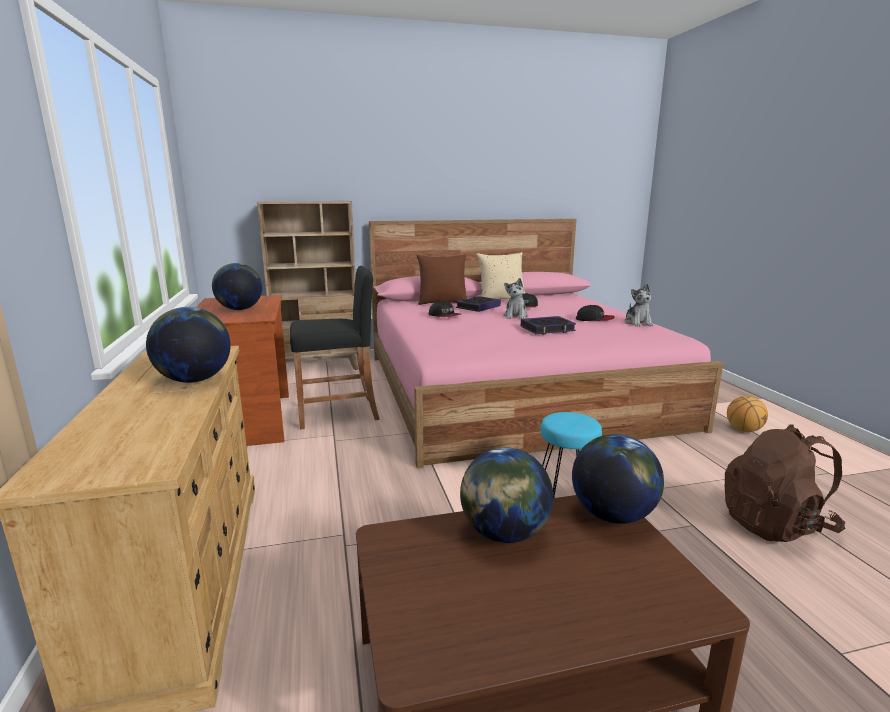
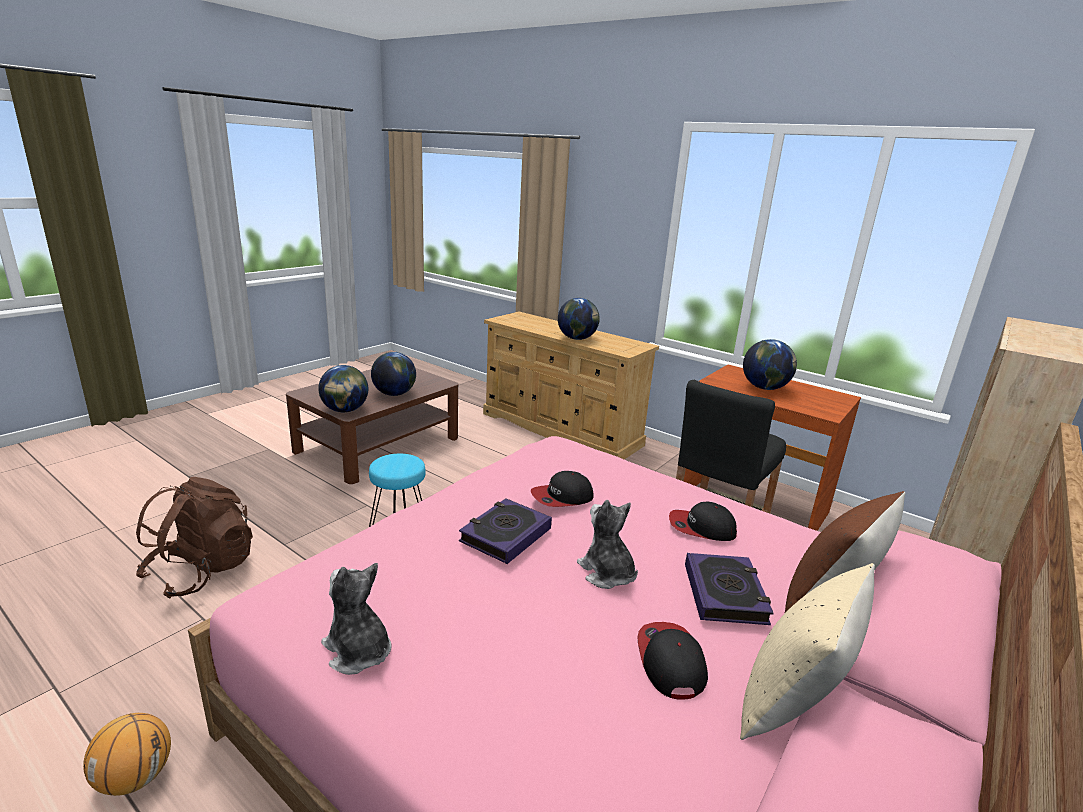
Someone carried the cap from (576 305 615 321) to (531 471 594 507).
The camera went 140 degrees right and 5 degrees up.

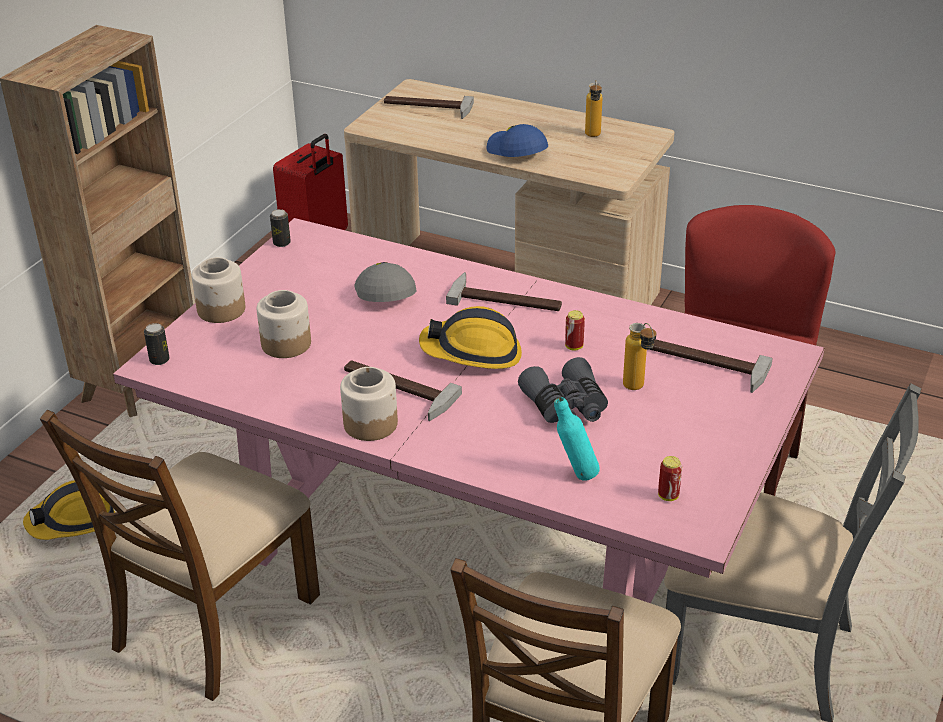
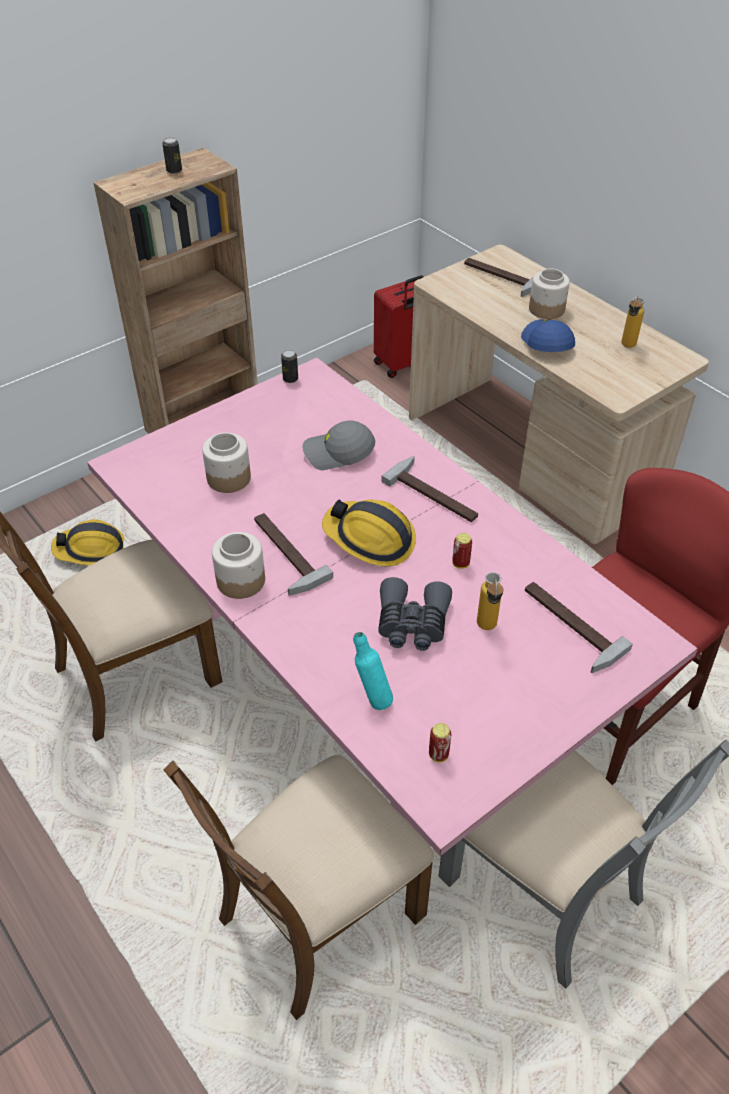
Someone carried the jar from (191 257 245 323) to (529 269 570 319).
Someone rotated the grey_cap at (354 262 416 302) by 105 degrees counterclockwise.
Someone carried the can from (144 323 170 365) to (162 138 182 174).
The camera went 25 degrees right and 10 degrees up.

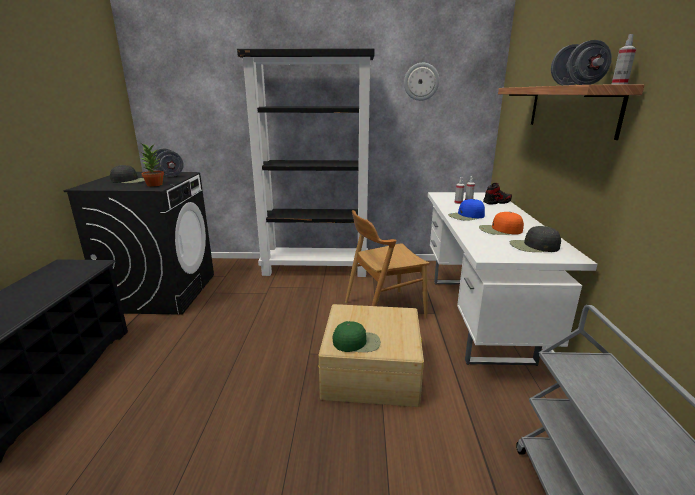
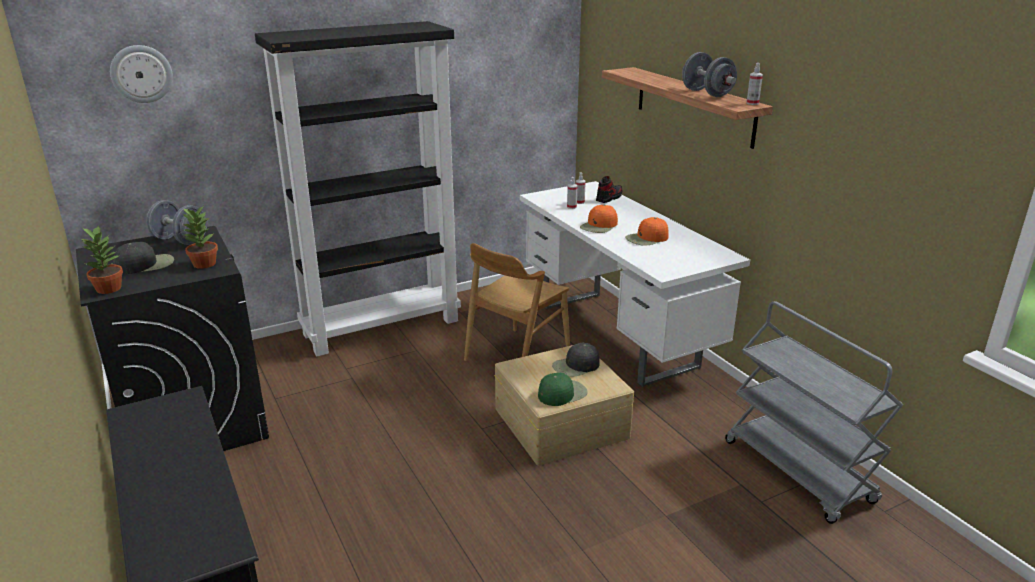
Someone carried the wall_clock from (404 63 439 101) to (110 45 173 103).
Someone repainted the blue_cap at (448 199 485 221), which became the orange_cap at (580 205 618 233).
Someone carried the black_cap from (510 226 561 252) to (552 343 600 377).
Someone put down the potted_plant at (80 226 123 294).
The camera went 30 degrees left and 5 degrees up.

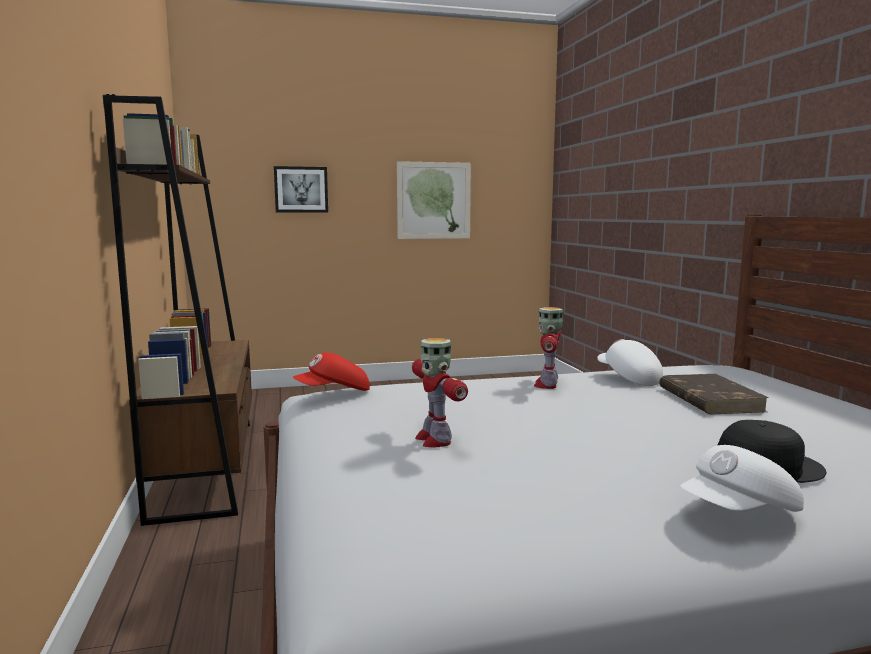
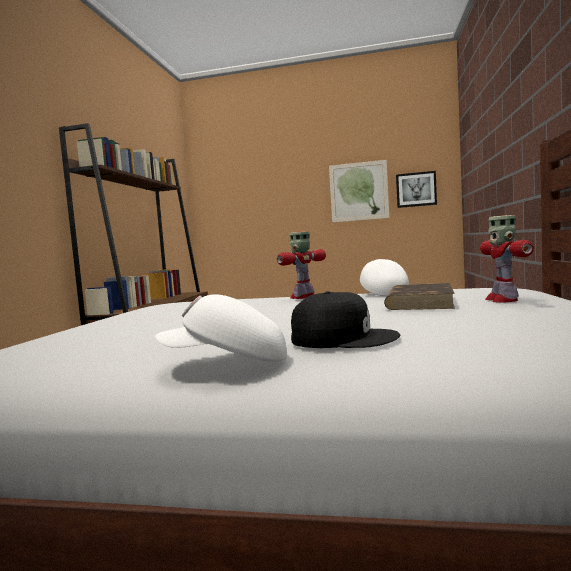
Someone carried the picture from (274 166 328 213) to (396 171 437 208).
Someone carried the toy_robot from (412 338 468 447) to (480 215 534 302).
Someone took away the red_cap at (293 353 370 391).
The camera went 25 degrees right and 5 degrees down.

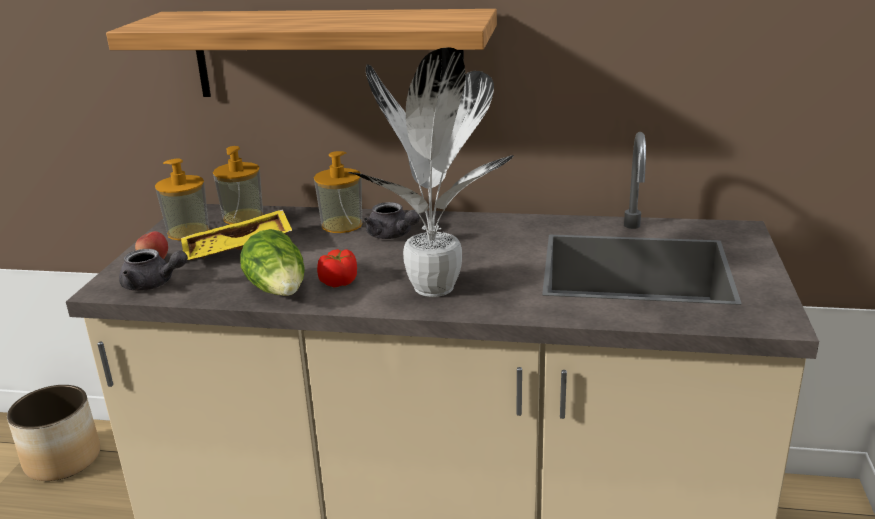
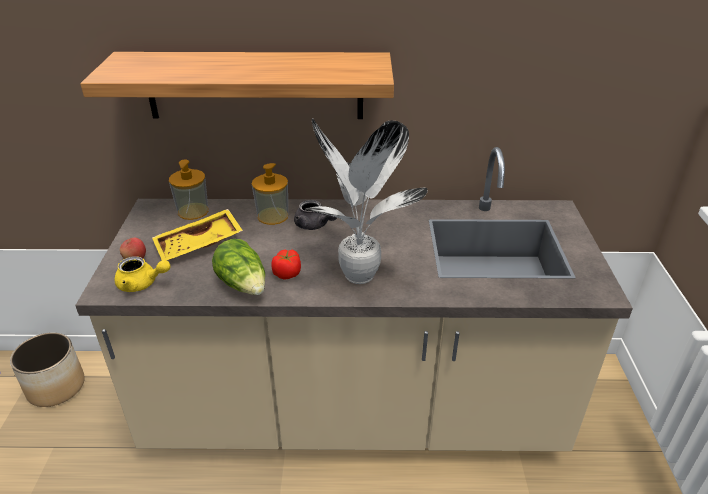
Someone took away the soap_dispenser at (155 159 209 240).
Someone repainted the grey_teapot at (119 249 188 291), which became the yellow_teapot at (115 256 170 292).
The camera went 10 degrees left and 10 degrees up.

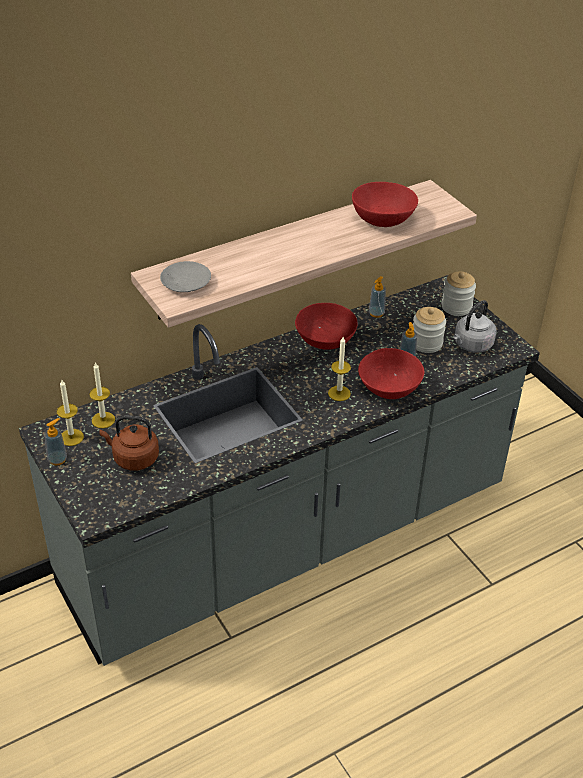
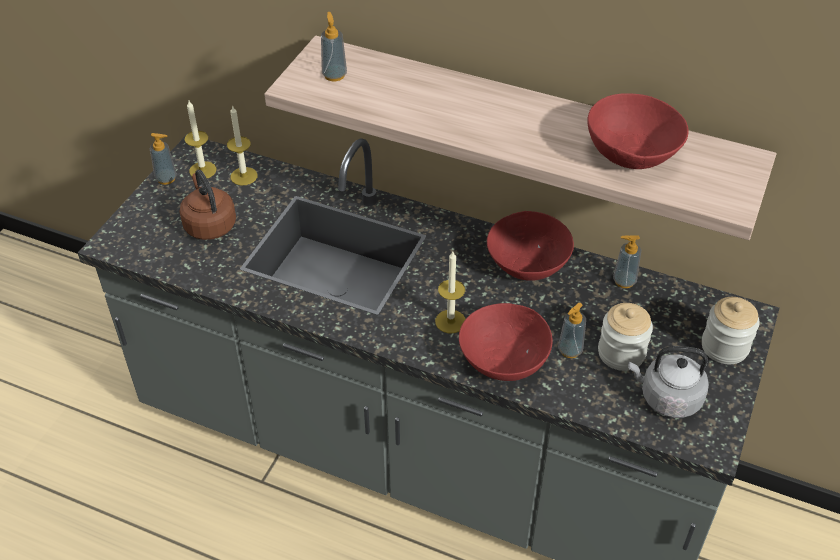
Someone swapped the grey_plate at (160 261 211 292) for the soap_dispenser at (321 12 347 81).
The camera went 55 degrees right and 5 degrees up.

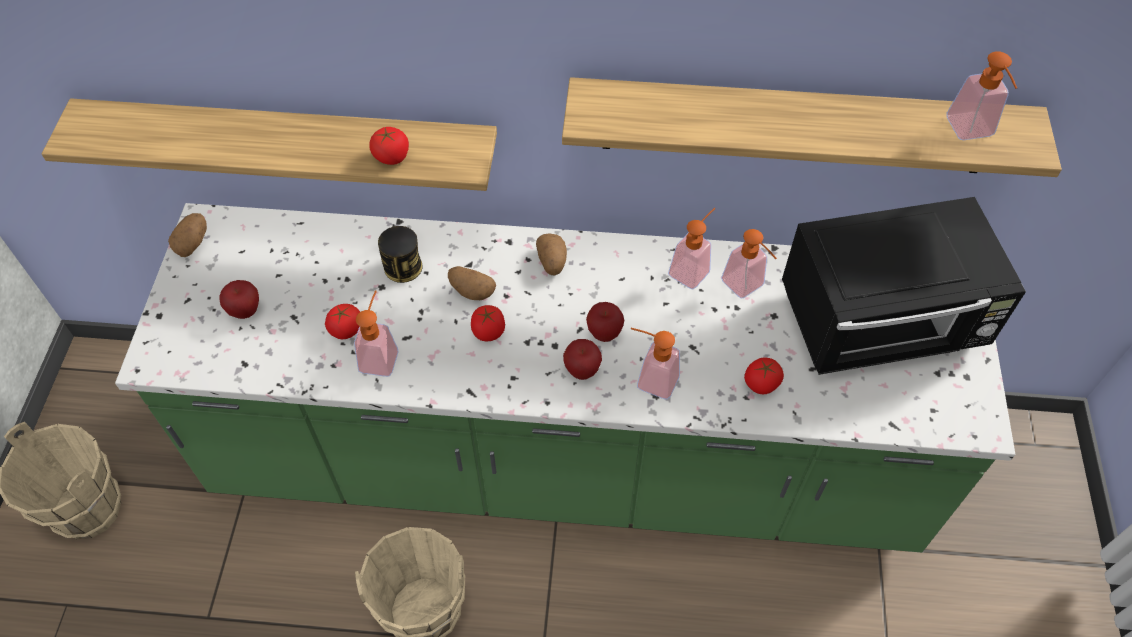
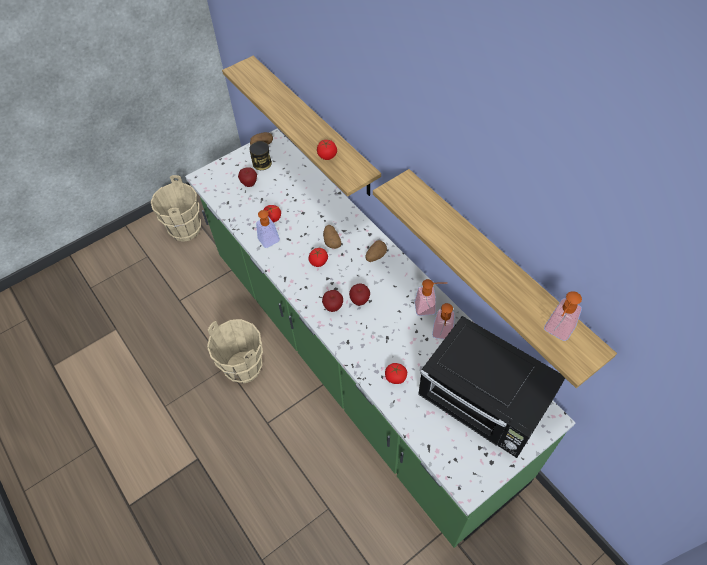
Someone carried the can from (378 226 422 283) to (250 141 272 170).
Someone took away the soap_dispenser at (631 328 680 399).
The camera went 50 degrees right and 0 degrees up.

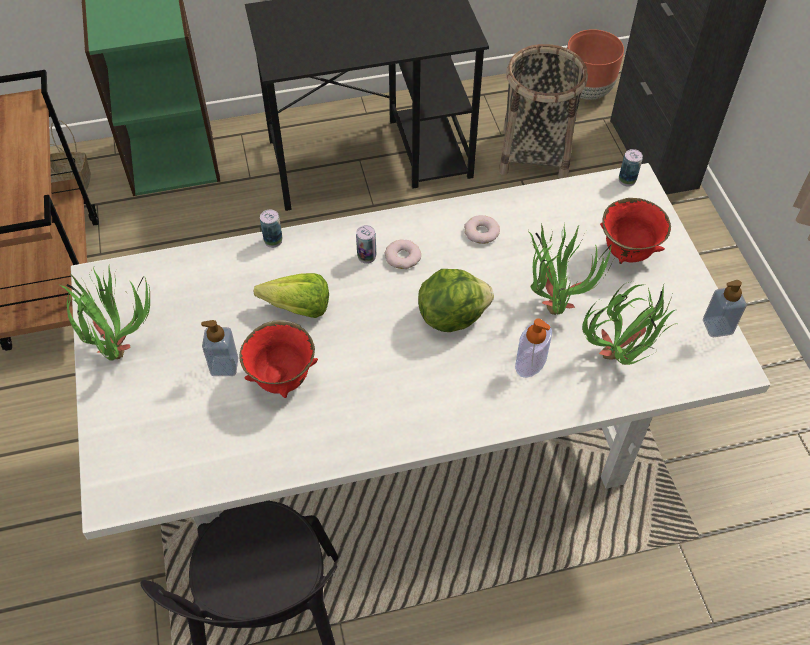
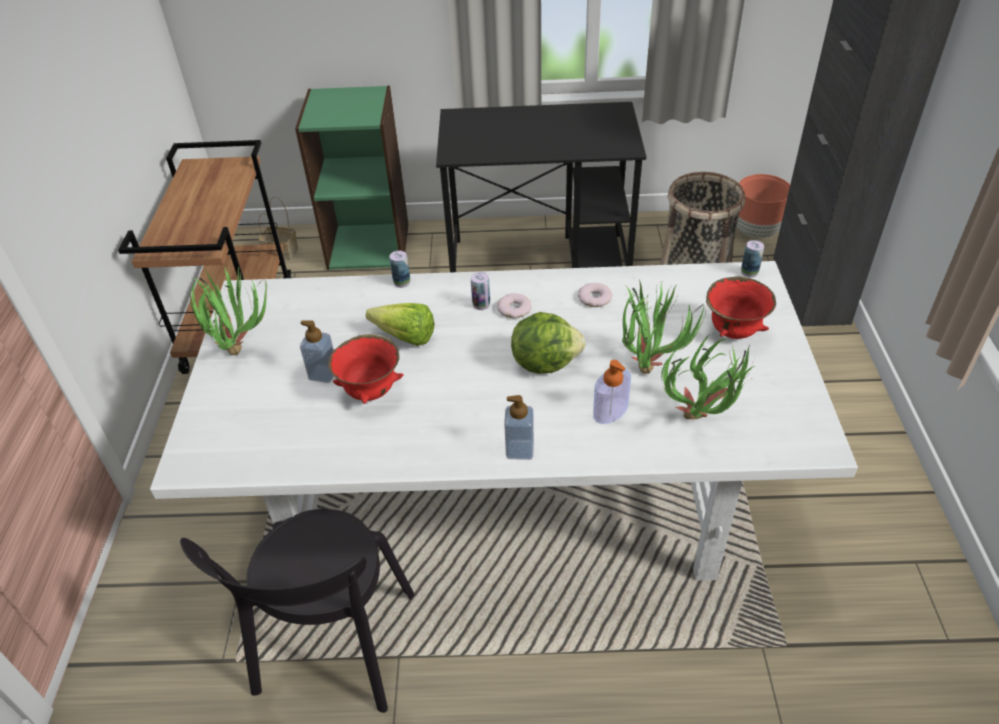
Someone carried the soap_dispenser from (703 280 747 337) to (504 395 534 460).
The camera went 15 degrees right and 10 degrees down.

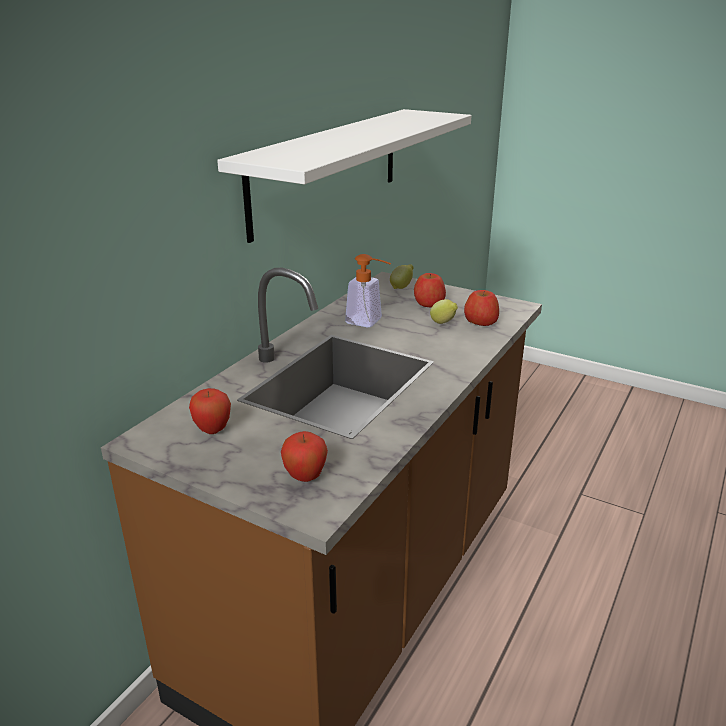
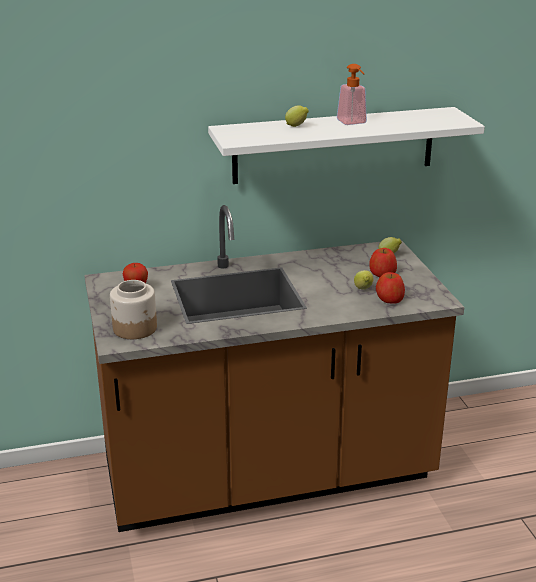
Someone carried the soap_dispenser from (345 254 391 327) to (337 64 367 125).
Someone swapped the apple at (281 431 328 482) for the jar at (110 280 157 339).
Someone put down the lemon at (285 105 309 127).
The camera went 45 degrees right and 0 degrees up.

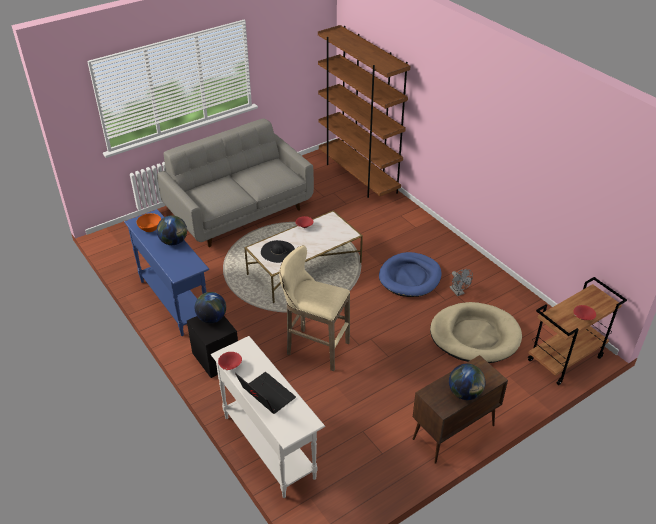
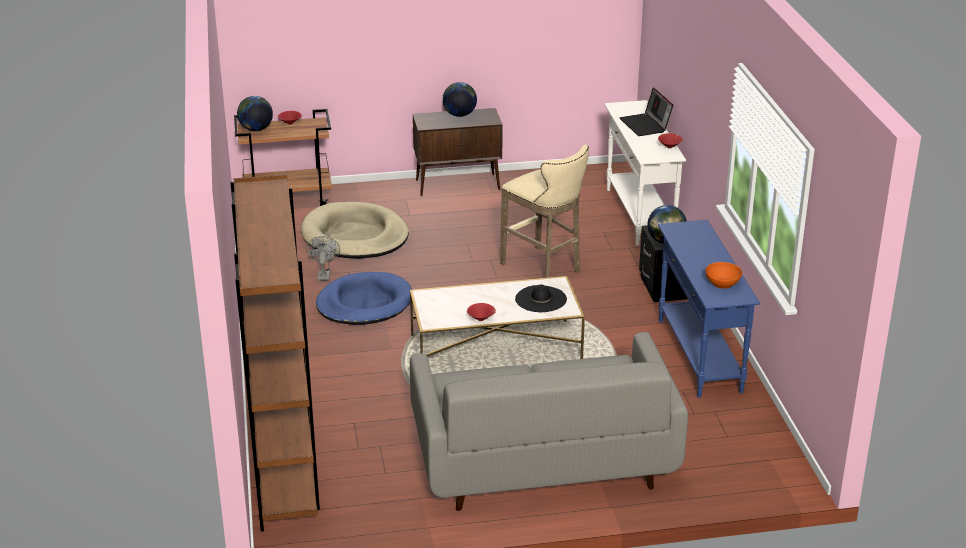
Someone carried the globe from (157 215 187 245) to (237 96 273 131).
The camera went 155 degrees left and 10 degrees down.

